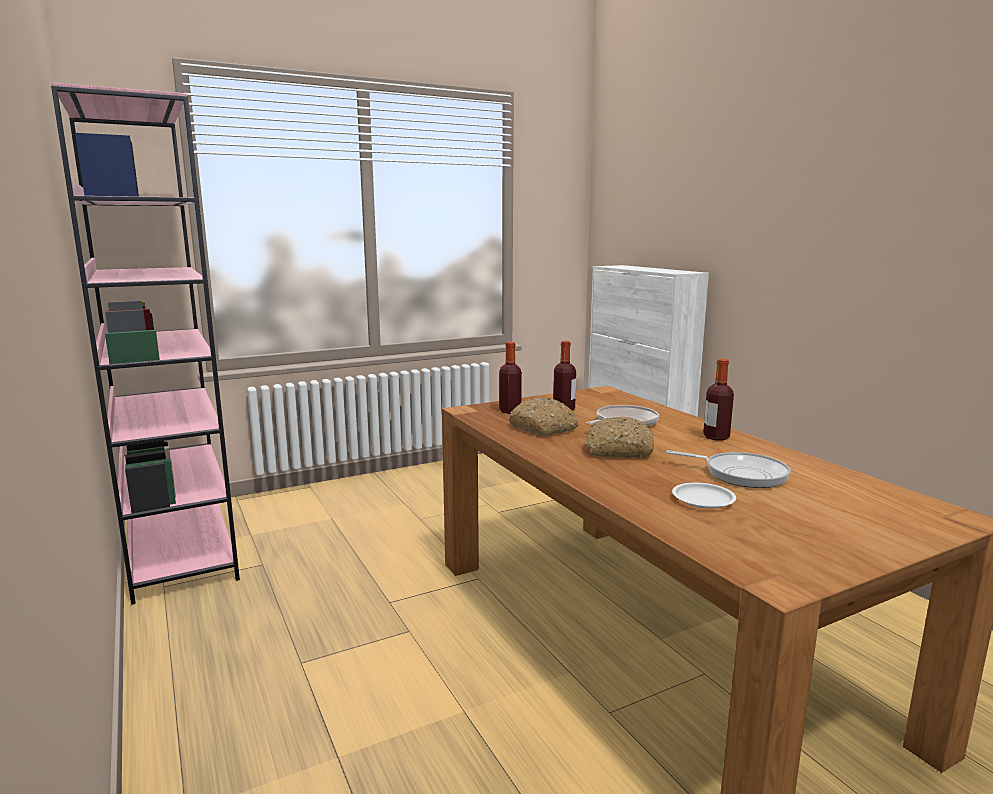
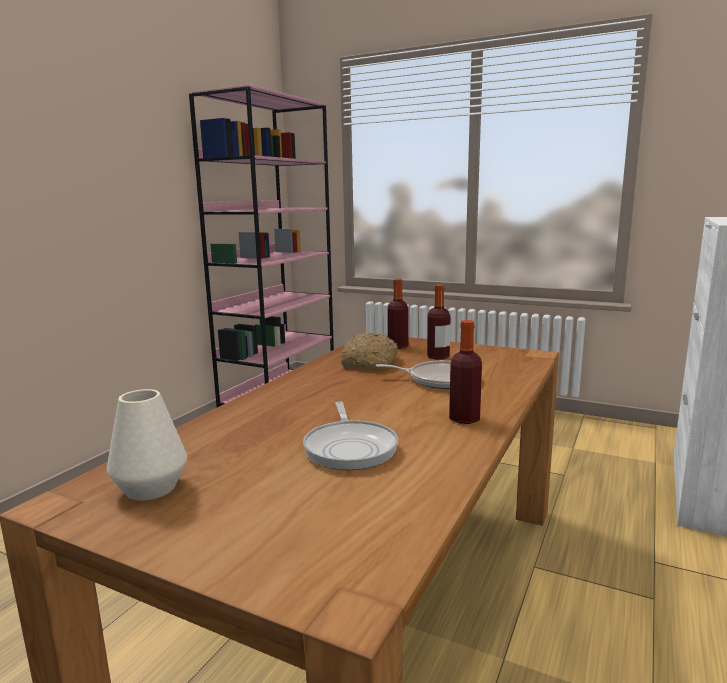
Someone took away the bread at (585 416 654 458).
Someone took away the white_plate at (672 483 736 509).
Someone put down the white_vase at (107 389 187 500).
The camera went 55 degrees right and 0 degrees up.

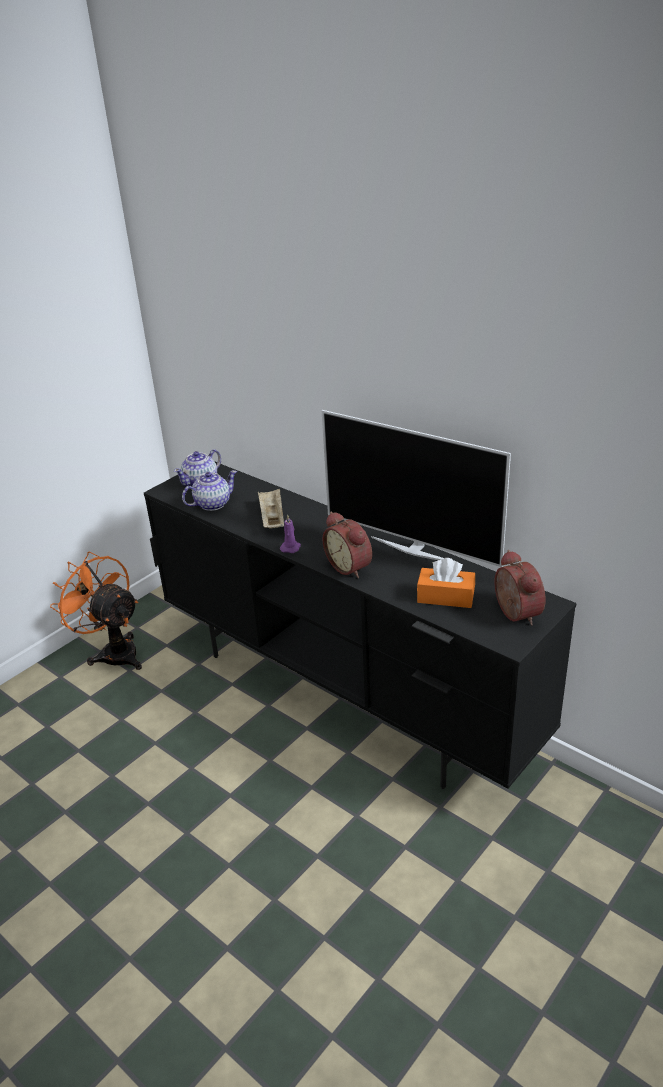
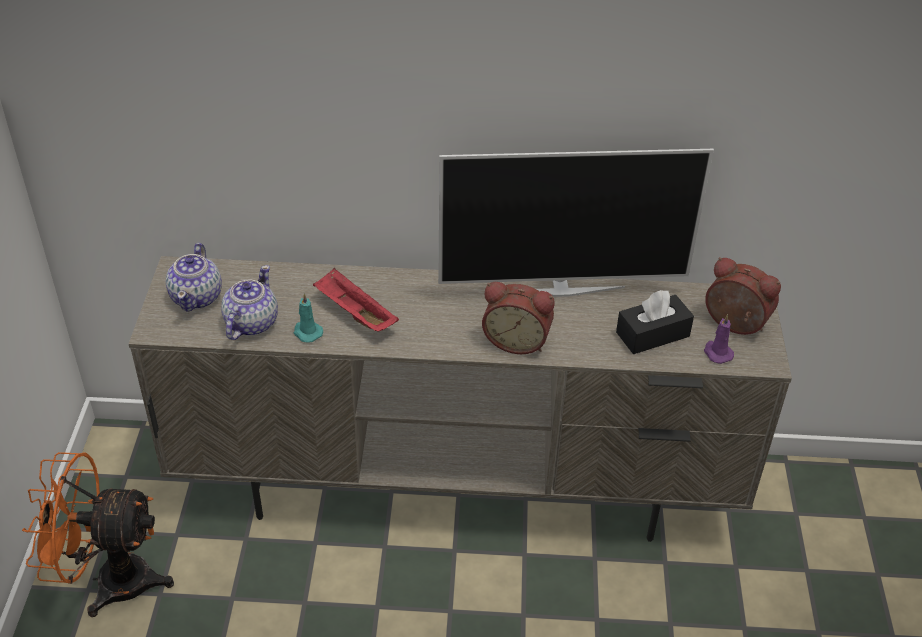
Someone repainted the black_tv_stand at (144 461 576 789), which became the beige_tv_stand at (129 256 792 542).
Someone repainted the beige_tray at (258 488 284 529), which became the red_tray at (313 268 399 332).
Someone carried the purple_candle from (280 514 301 553) to (704 314 734 364).
Someone repainted the orange_tissue_box at (417 558 475 608), which became the black_tissue_box at (616 290 694 354).
Someone put down the turquoise_candle at (293 293 323 343).
The camera went 40 degrees left and 10 degrees up.

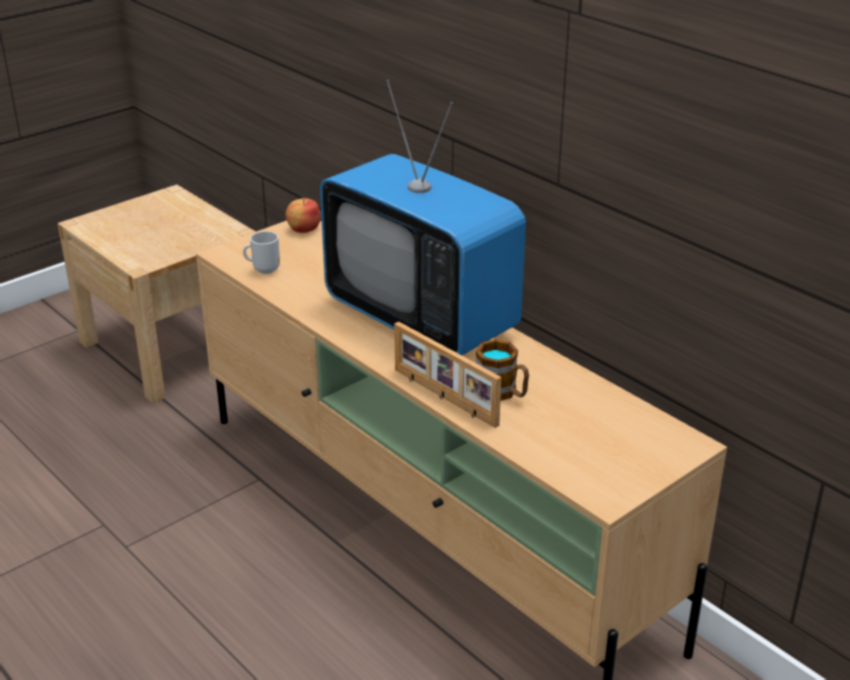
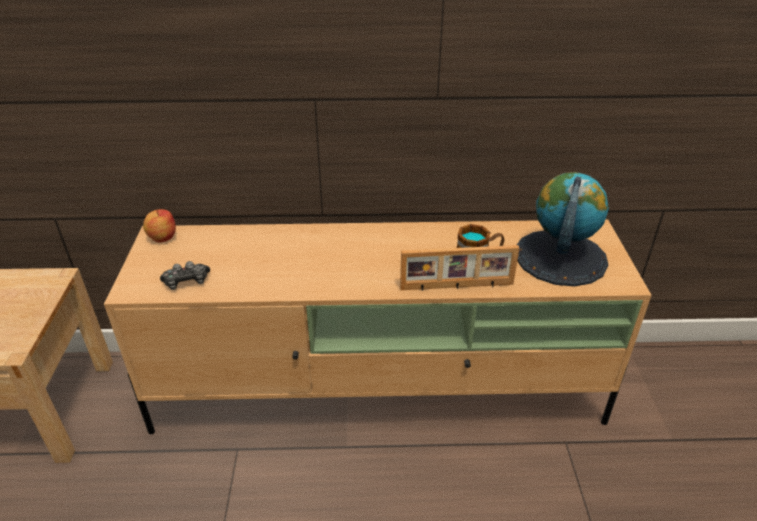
Someone took away the television at (320 80 526 355).
Someone swapped the mug at (243 231 280 274) for the game_controller at (160 261 210 290).
Someone put down the globe at (517 172 609 286).
The camera went 50 degrees left and 5 degrees up.

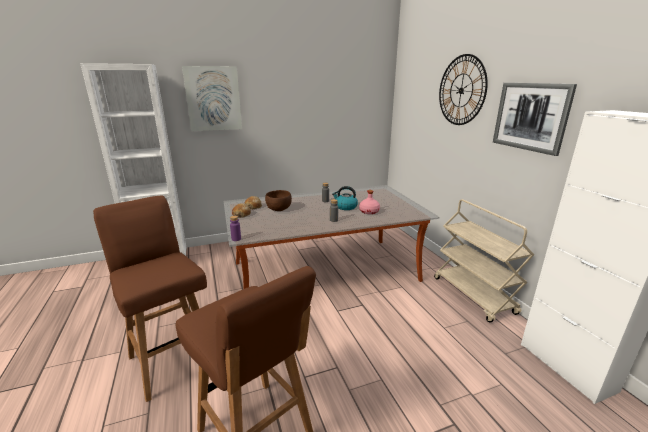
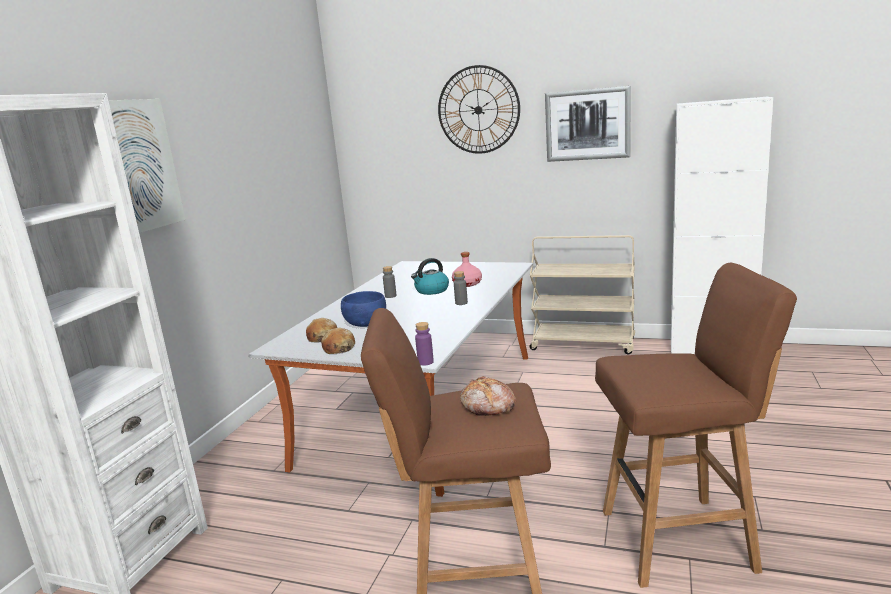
Someone repainted the brown_bowl at (265 190 292 211), which became the blue_bowl at (341 291 386 327).
Someone put down the bread at (460 376 516 416).
The camera went 50 degrees left and 5 degrees down.

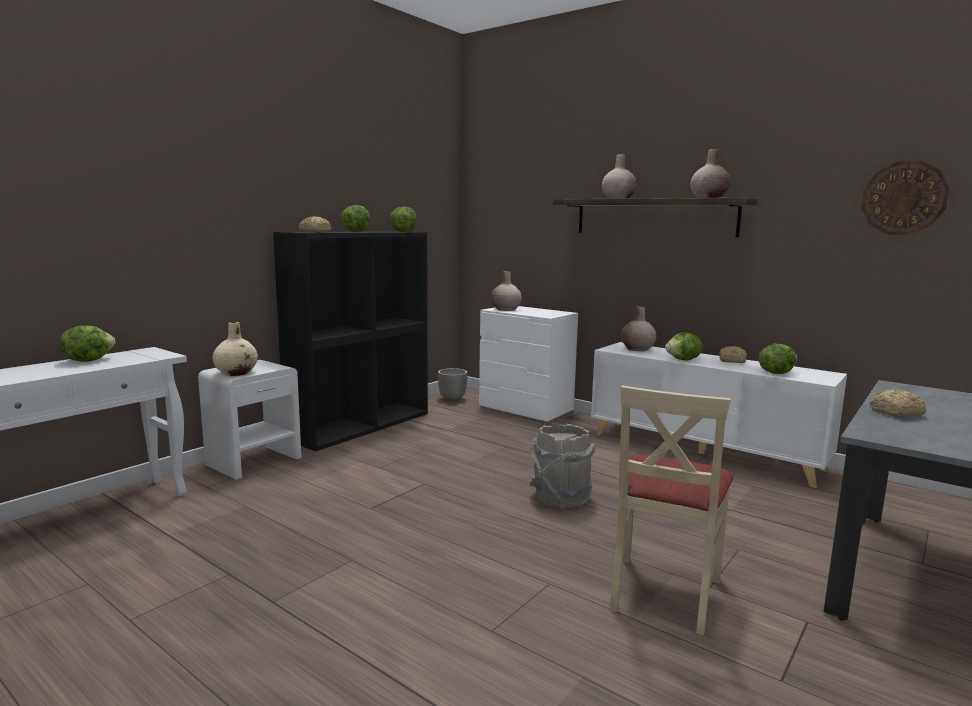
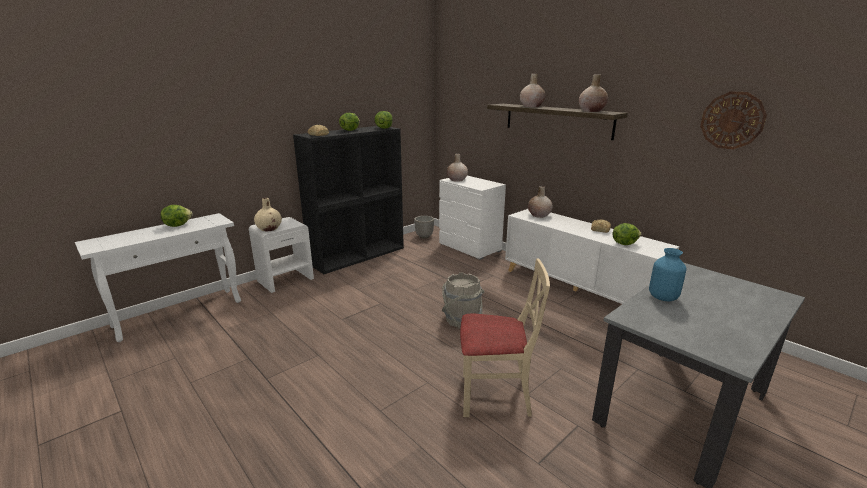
Someone took away the lettuce at (665 333 702 361).
Someone rotated the beige_chair at (610 385 734 635) by 120 degrees counterclockwise.
Someone swapped the bread at (869 389 926 417) for the blue_vase at (649 248 687 301).
The camera went 10 degrees right and 10 degrees up.

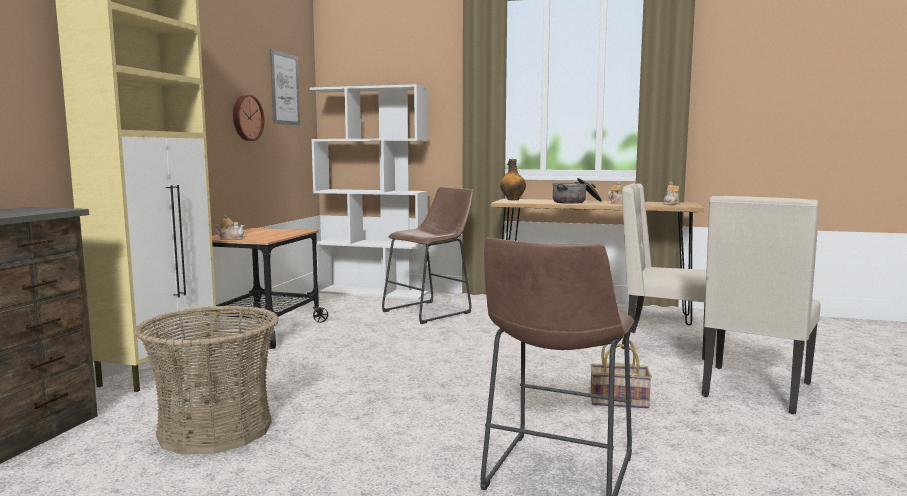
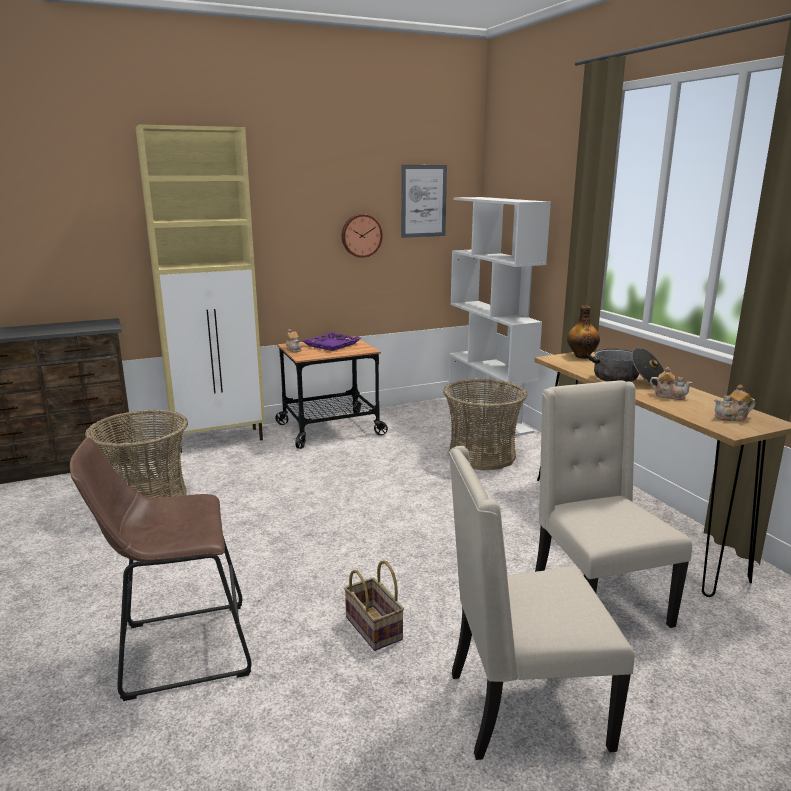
Someone swapped the brown_stool at (382 187 473 324) for the basket at (443 379 527 470).
Someone put down the purple_tray at (303 332 361 351).
The camera went 50 degrees right and 10 degrees up.

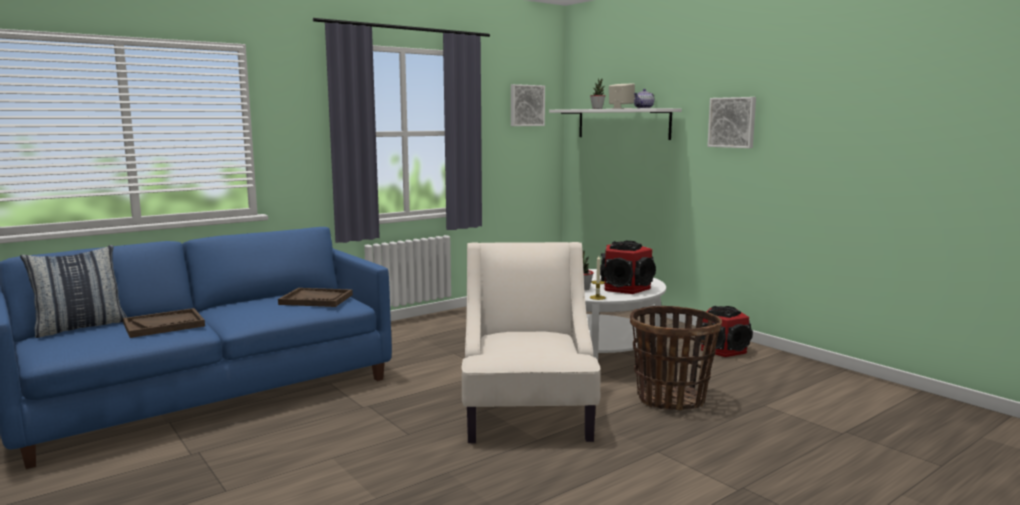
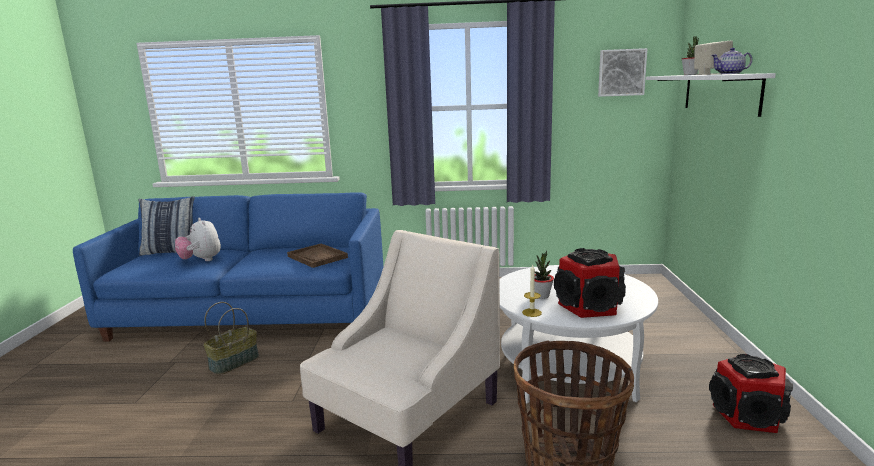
Someone took away the picture at (707 97 756 148).
Someone swapped the brown_tray at (123 308 205 338) for the plush_toy at (175 218 221 261).
Someone put down the basket at (203 302 259 375).
The camera went 40 degrees right and 5 degrees up.

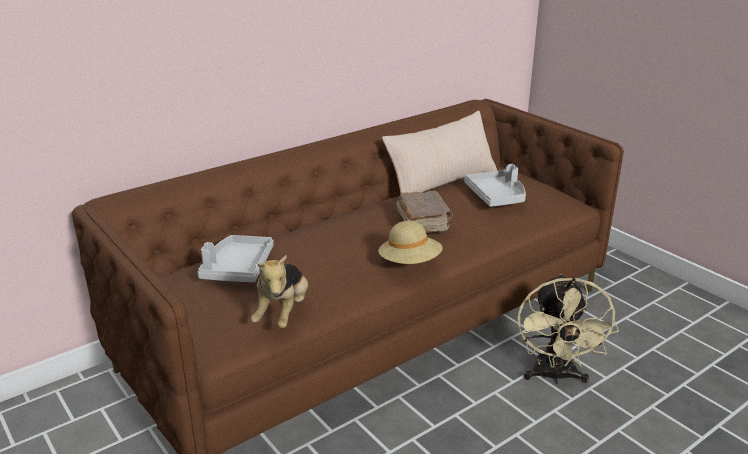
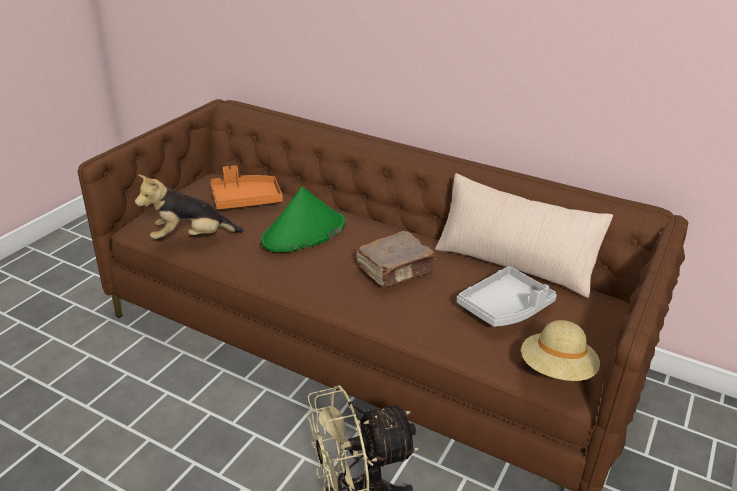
Someone carried the beige_hat from (378 221 442 264) to (521 320 600 381).
Someone repainted the grey_tray at (197 235 274 282), which became the orange_tray at (210 165 283 209).
Someone put down the green_hat at (261 187 345 252).
The camera went 65 degrees right and 5 degrees up.

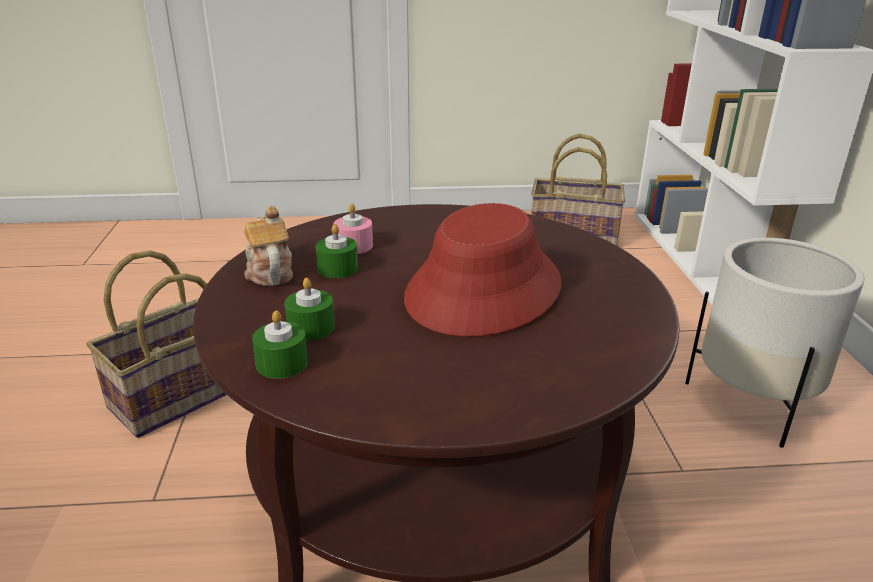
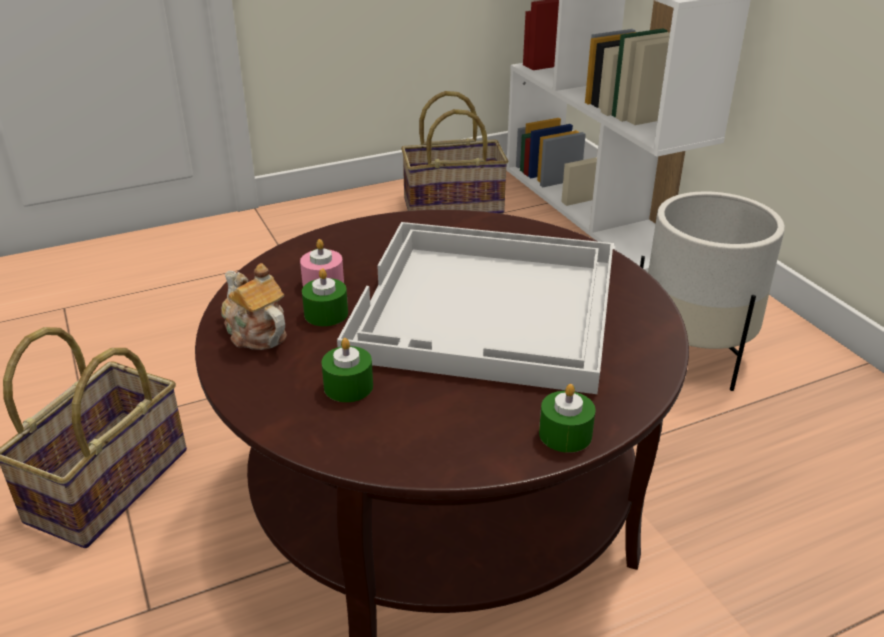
Someone swapped the red_hat at (404 203 561 337) for the white_tray at (337 222 613 394).
Someone carried the green_candle from (252 310 308 379) to (539 384 596 453).
The camera went 20 degrees left and 5 degrees up.

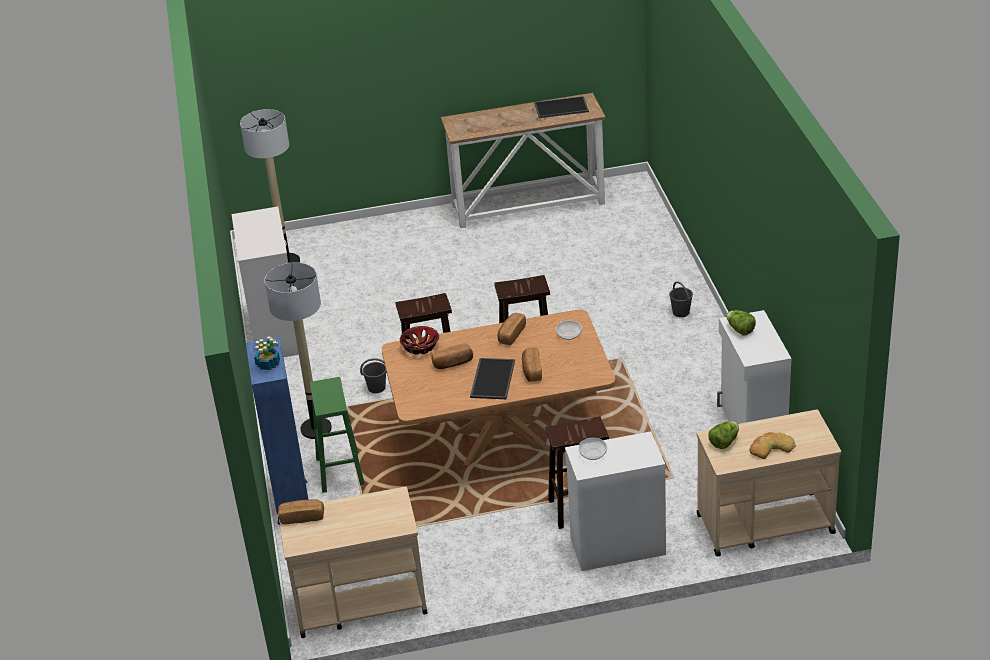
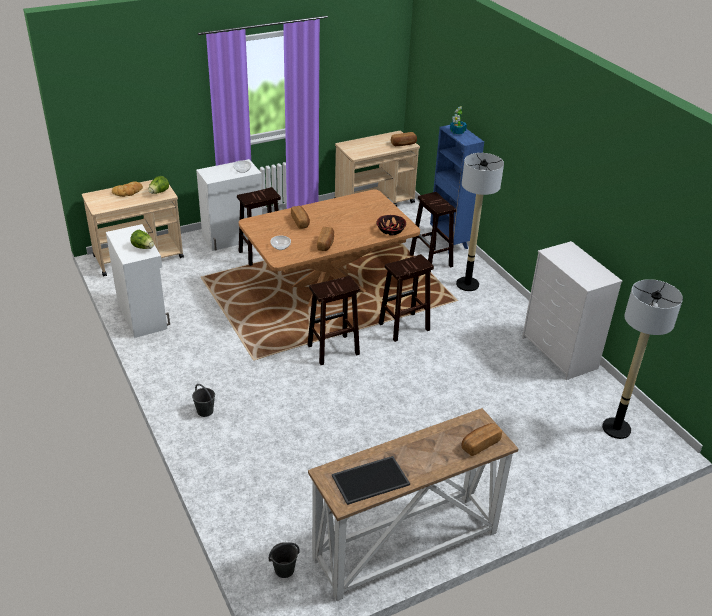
Someone carried the bread from (431 343 473 369) to (461 423 502 456).
Someone carried the grey_bucket from (360 358 387 393) to (269 542 300 578).
Someone took away the tray at (470 358 515 399).
Someone repainted the green_stool at (310 377 365 493), which became the brown_stool at (409 192 456 273).
The camera went 160 degrees right and 0 degrees up.

